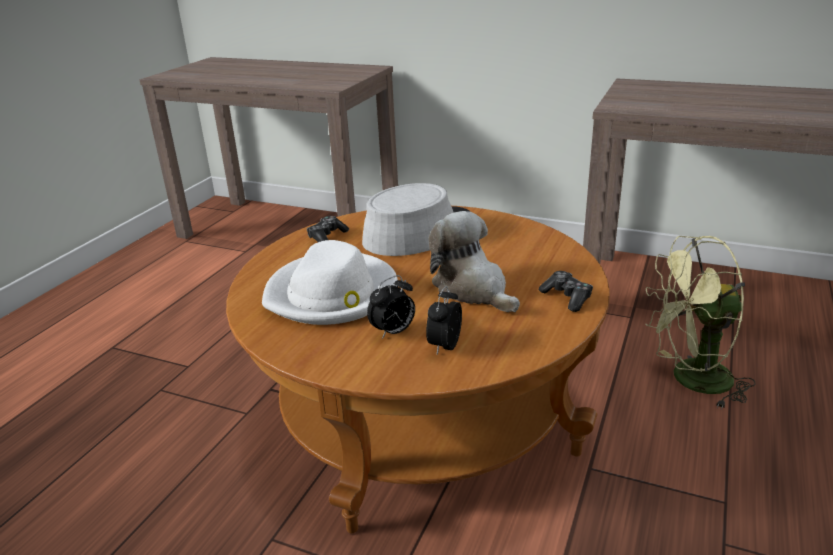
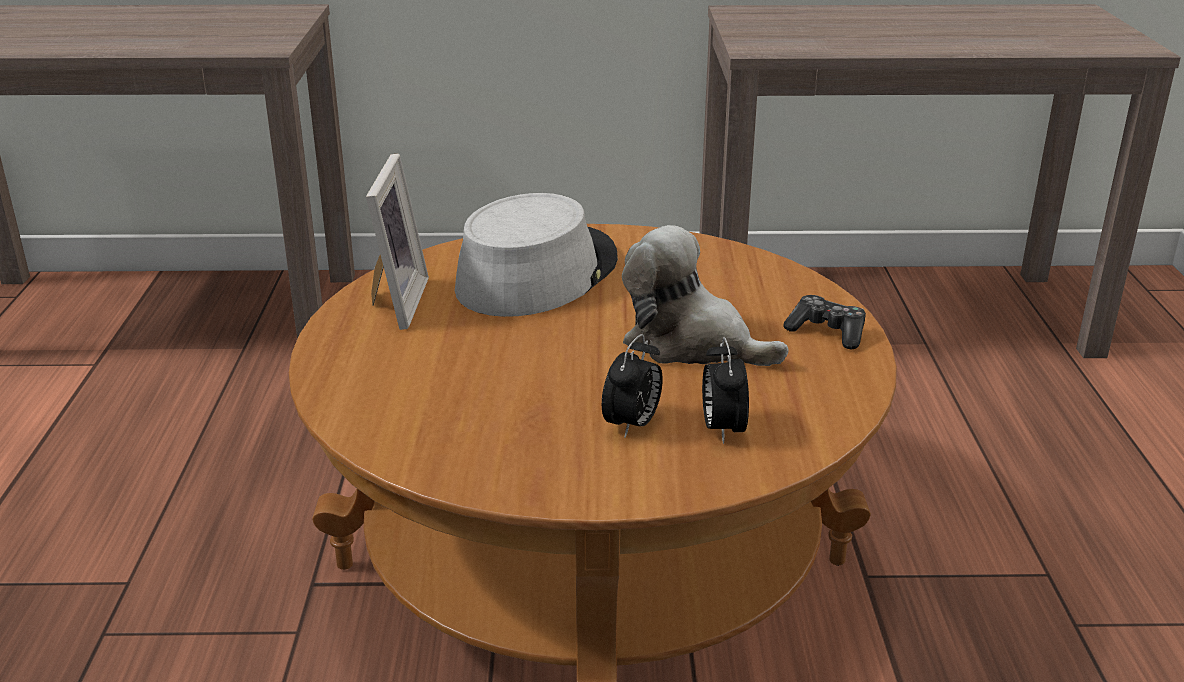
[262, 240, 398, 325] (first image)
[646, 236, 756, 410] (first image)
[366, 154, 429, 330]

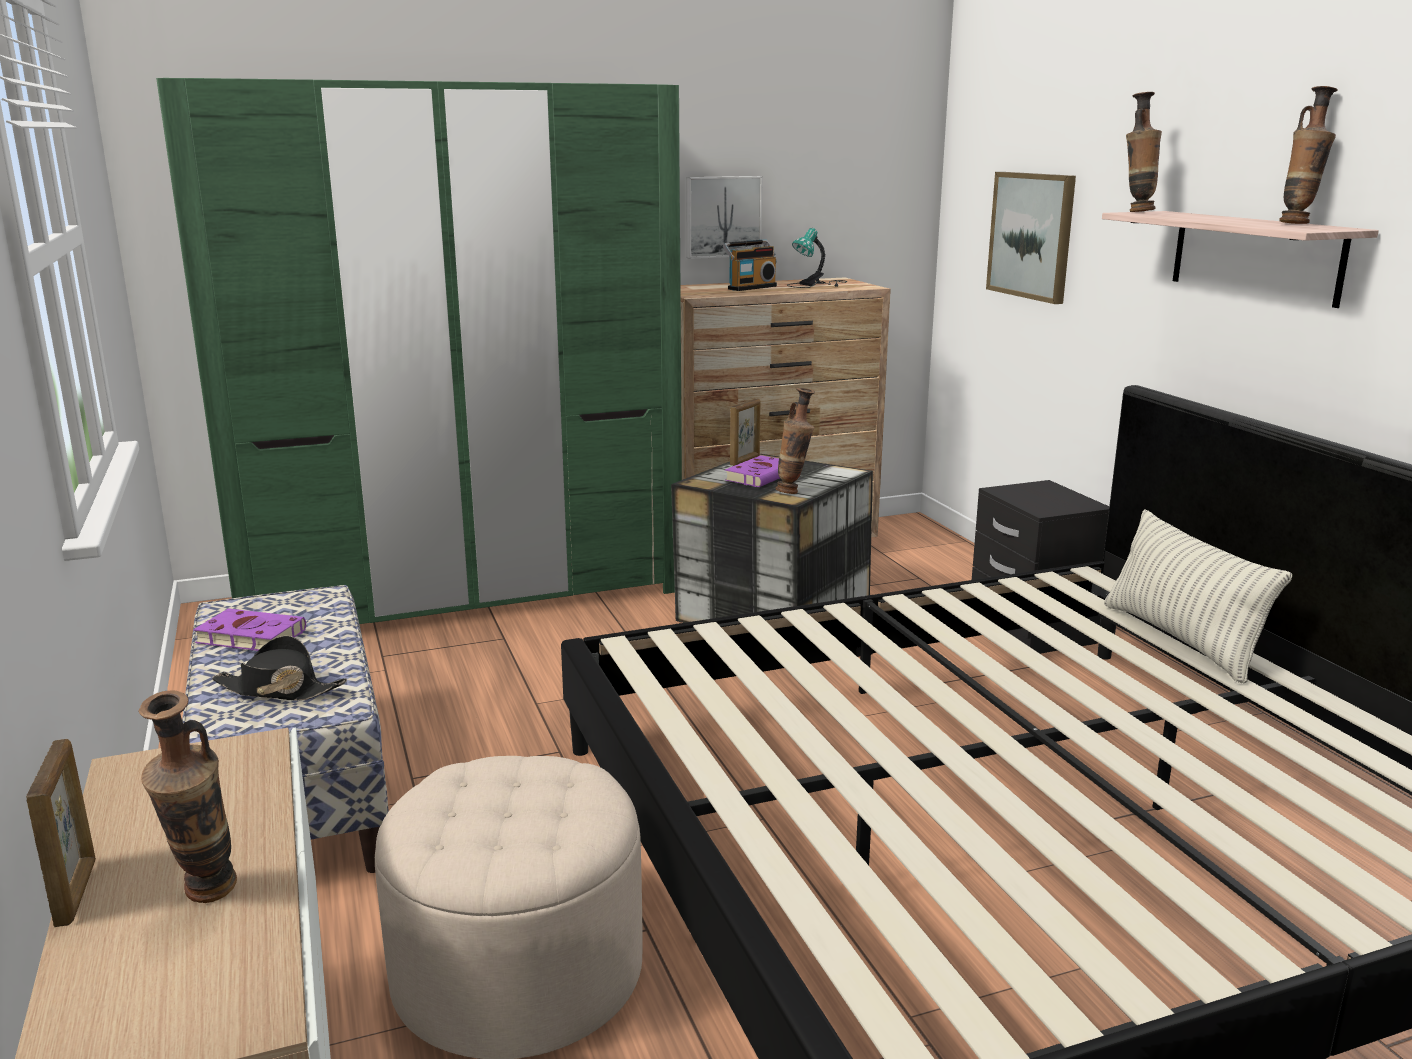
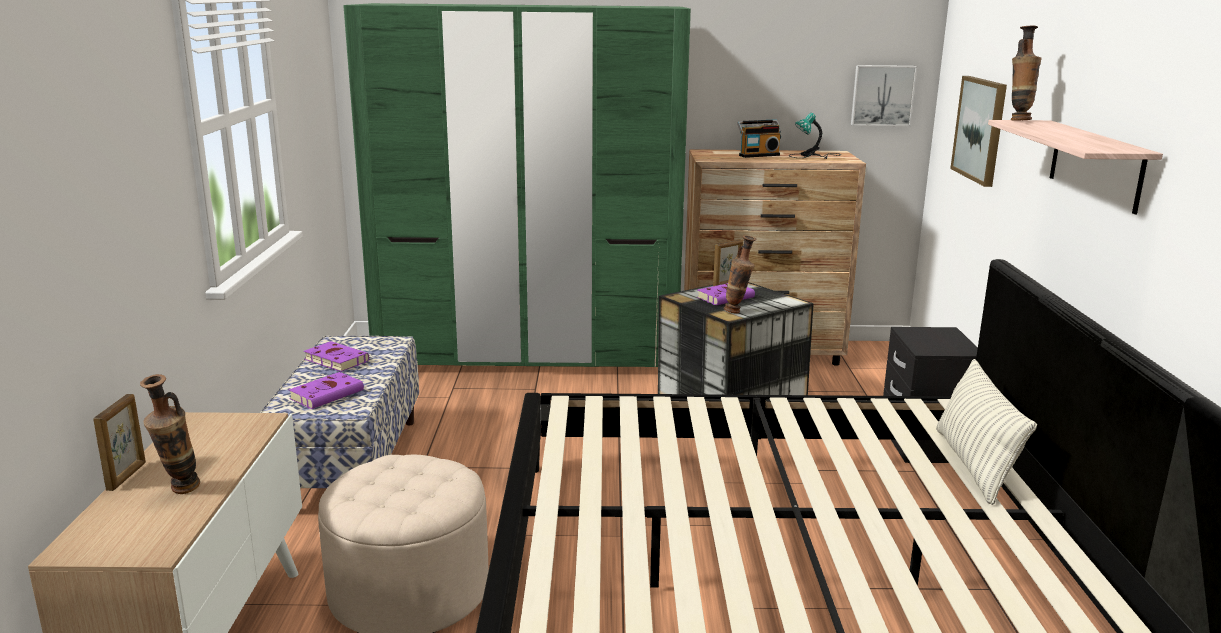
[1279, 86, 1338, 224] (first image)
[851, 65, 917, 126]
[289, 372, 364, 409]

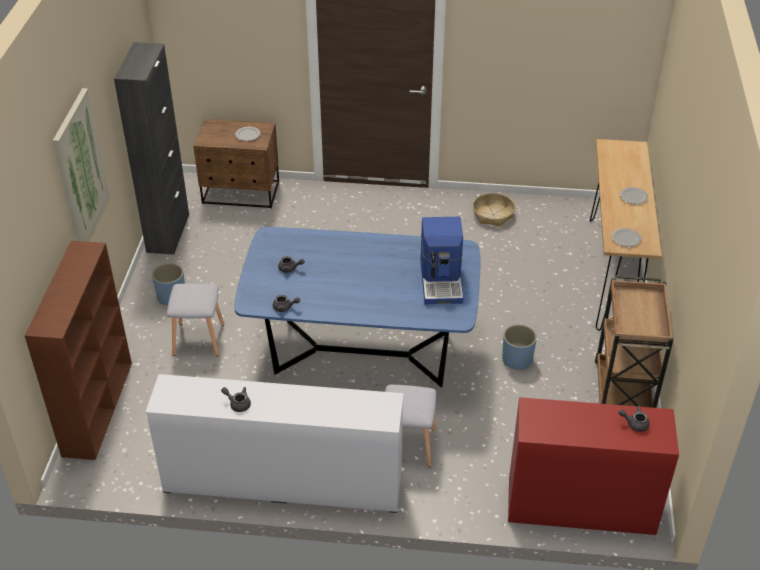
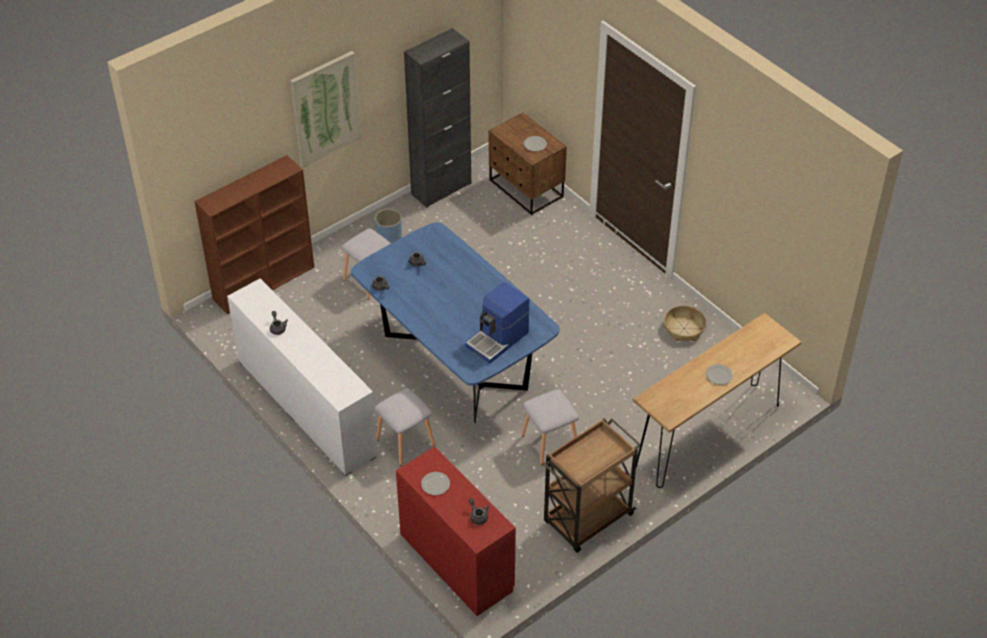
[421, 472, 450, 495]
[521, 389, 579, 465]

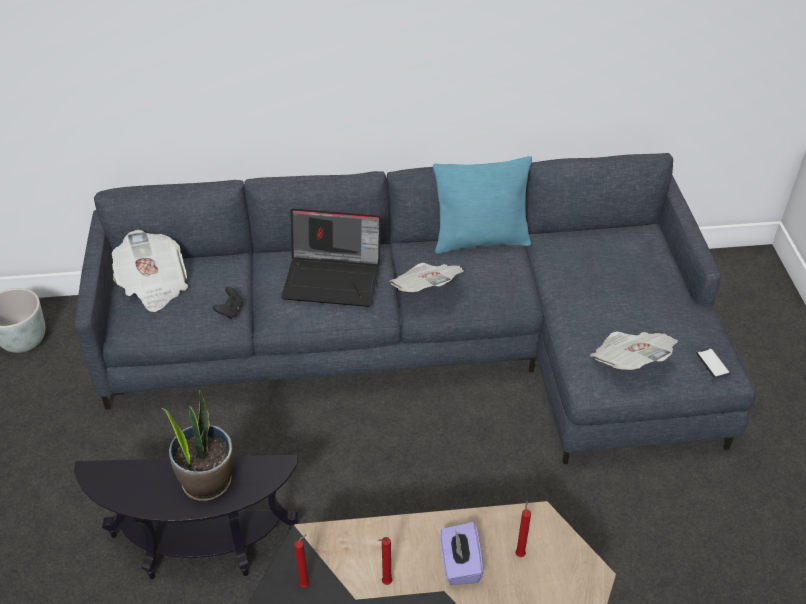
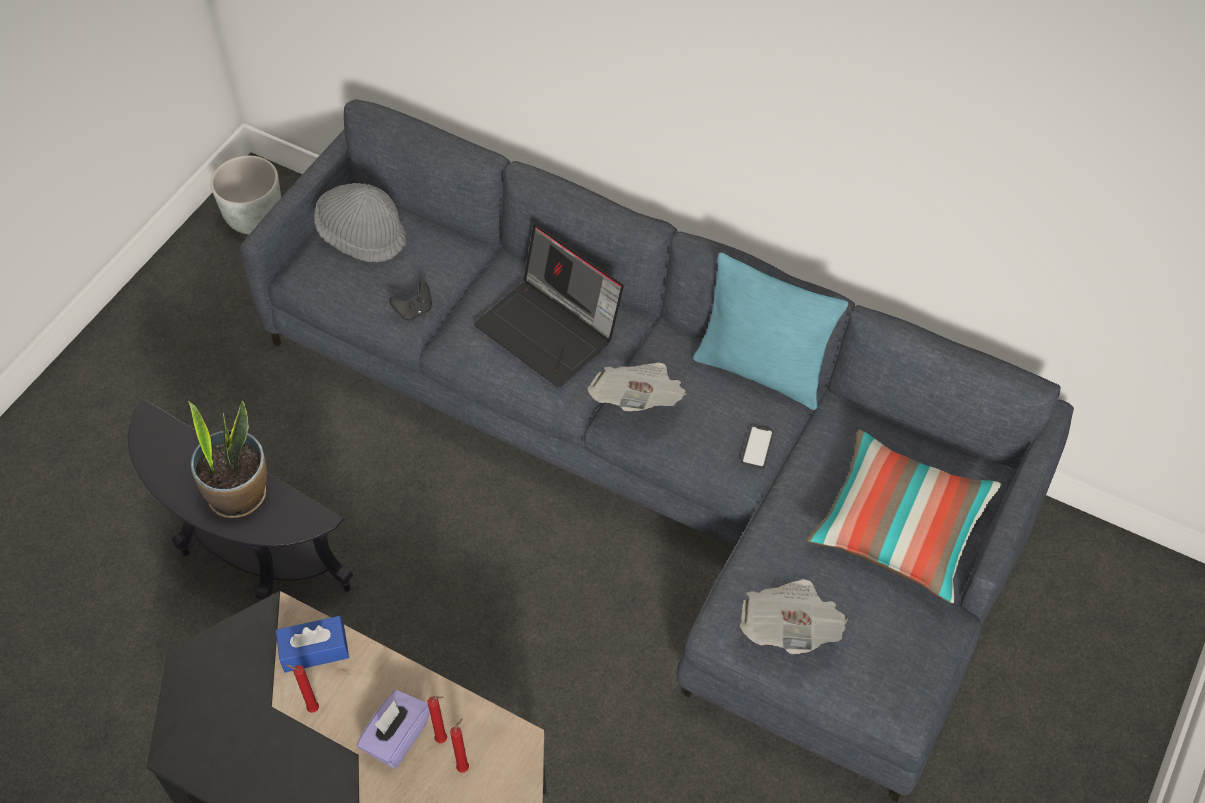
[275, 616, 349, 673]
[807, 429, 1002, 604]
[428, 696, 447, 743]
[741, 425, 774, 469]
[314, 183, 406, 262]

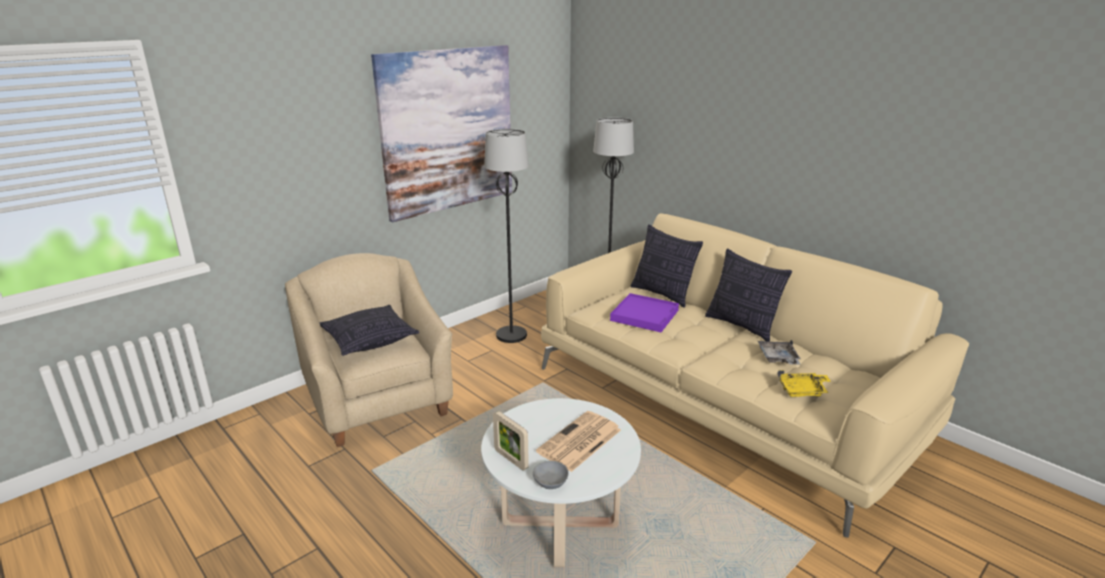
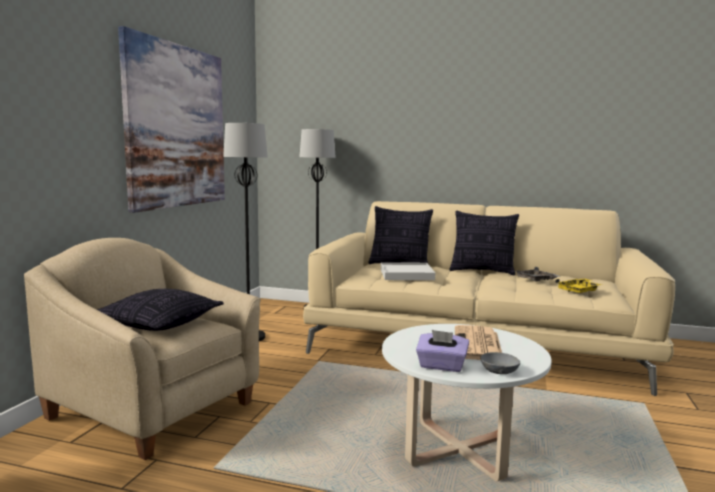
[416, 330, 469, 372]
[381, 262, 435, 280]

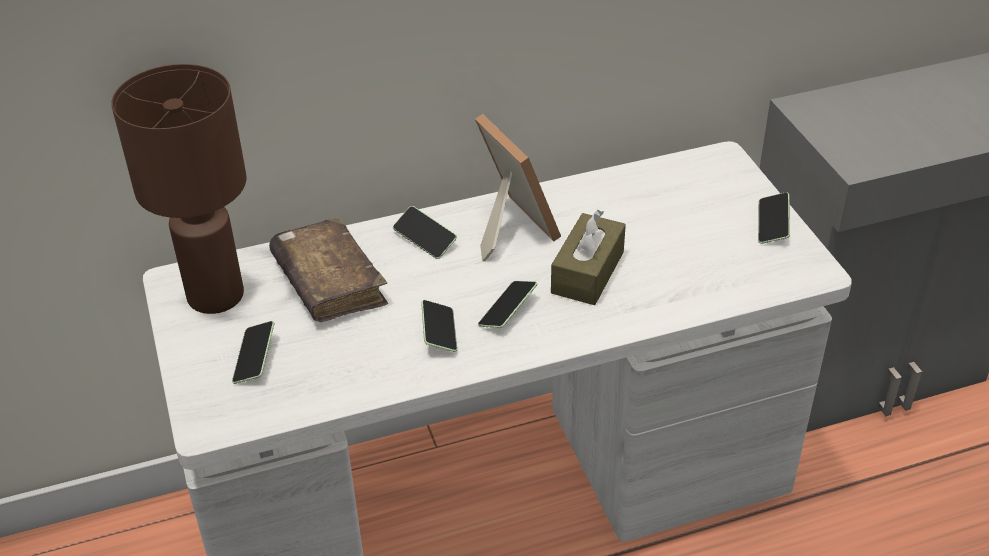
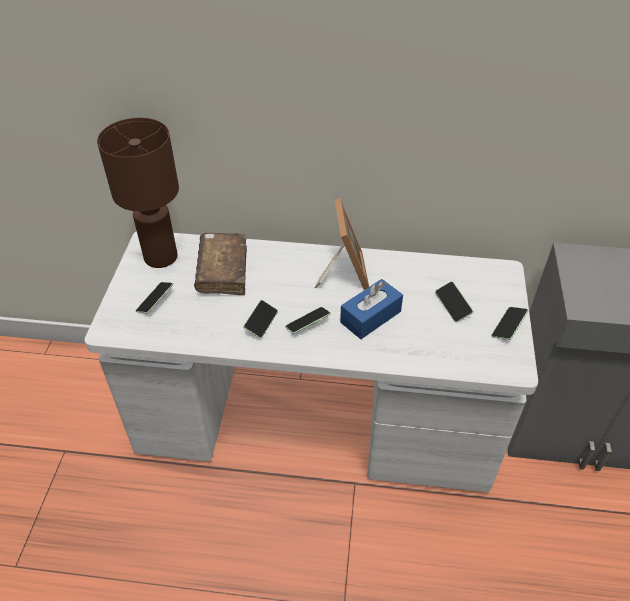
[435, 281, 473, 322]
[340, 279, 403, 339]

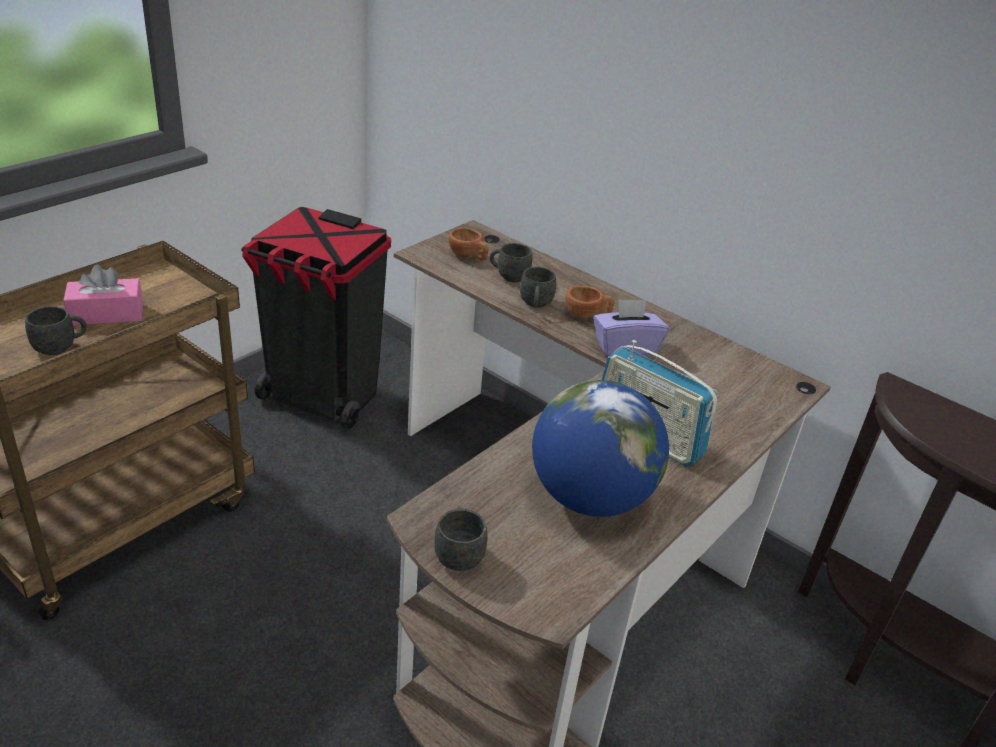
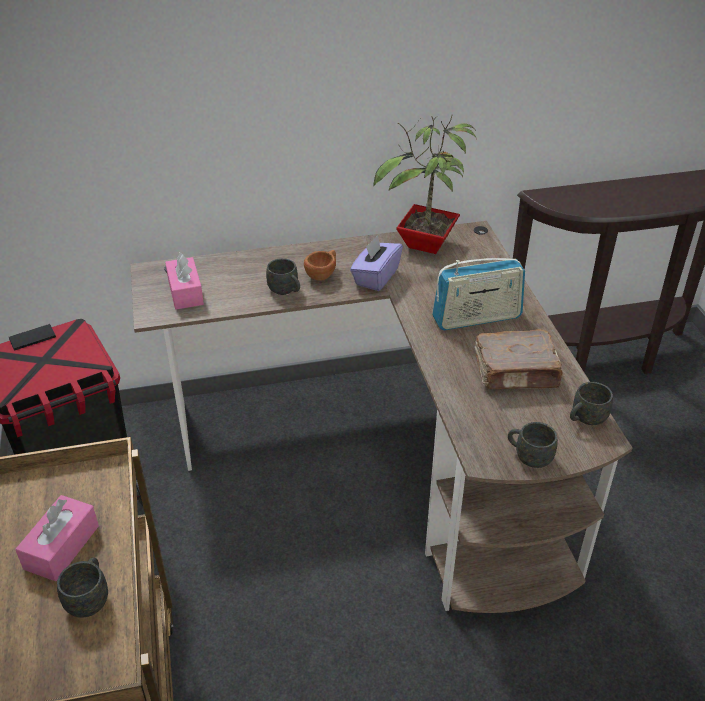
[373, 115, 476, 254]
[570, 382, 613, 425]
[165, 252, 204, 310]
[475, 329, 564, 389]

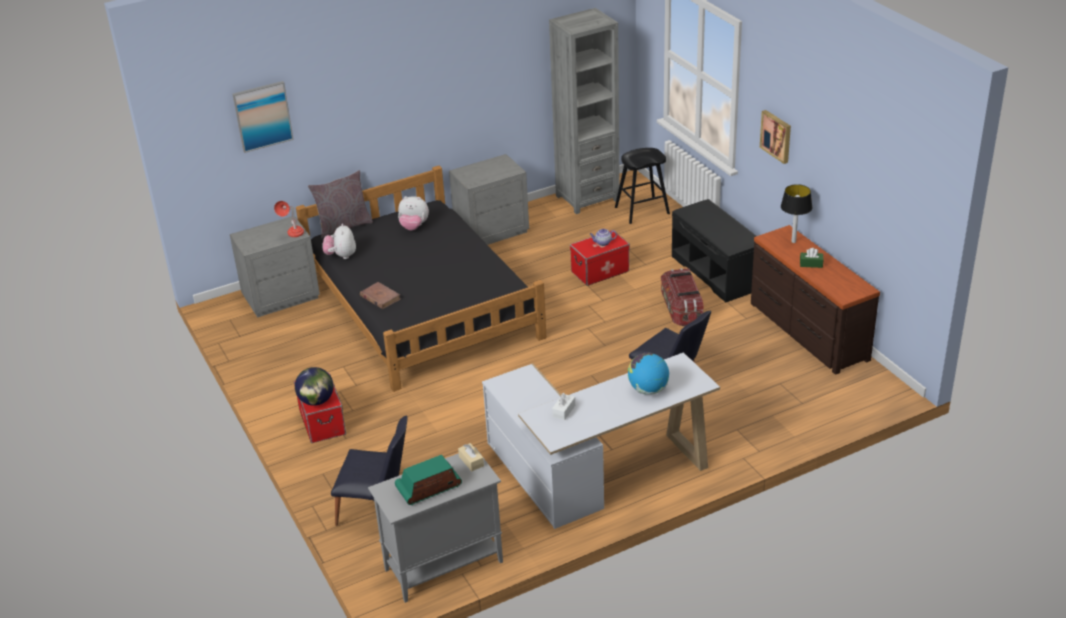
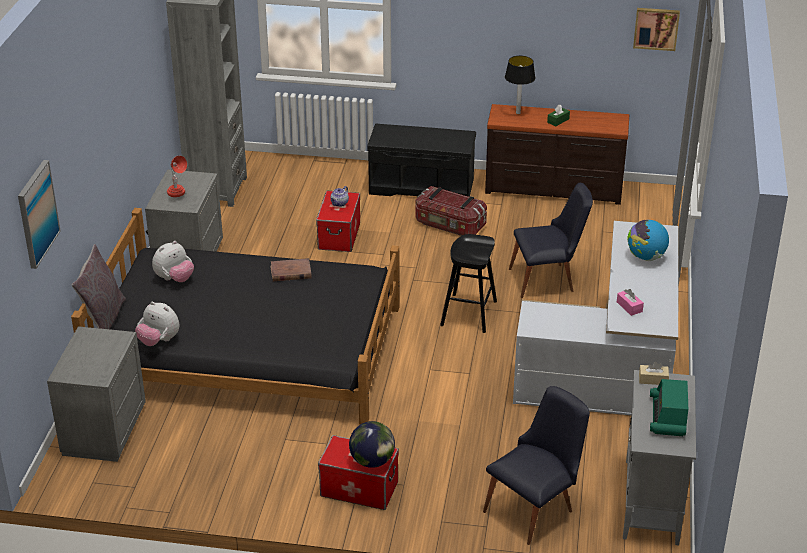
[167, 156, 187, 197]
[270, 258, 312, 281]
[440, 234, 497, 333]
[633, 8, 680, 51]
[617, 289, 644, 316]

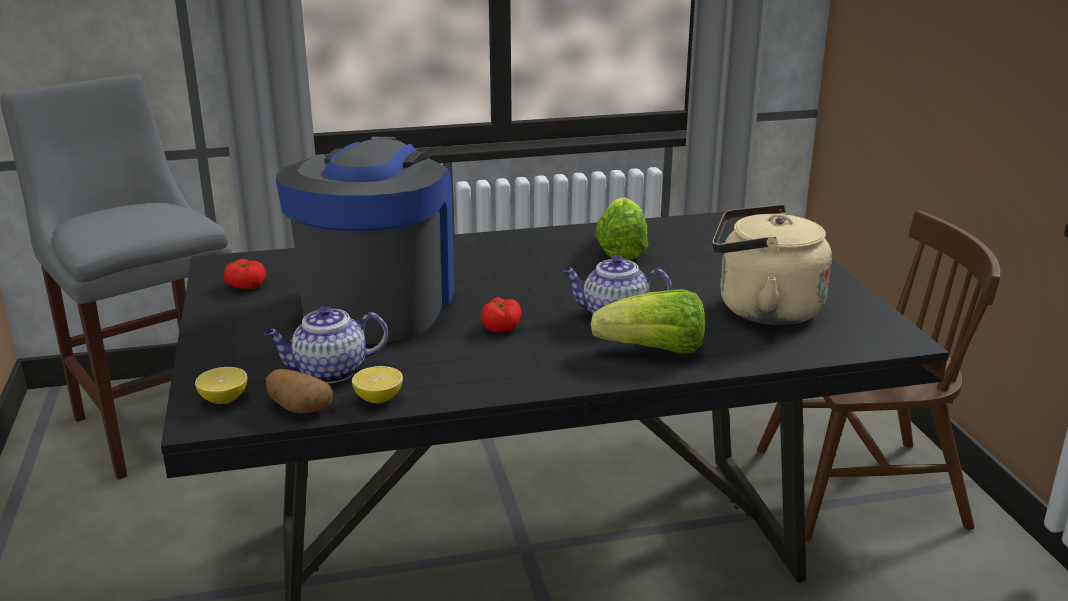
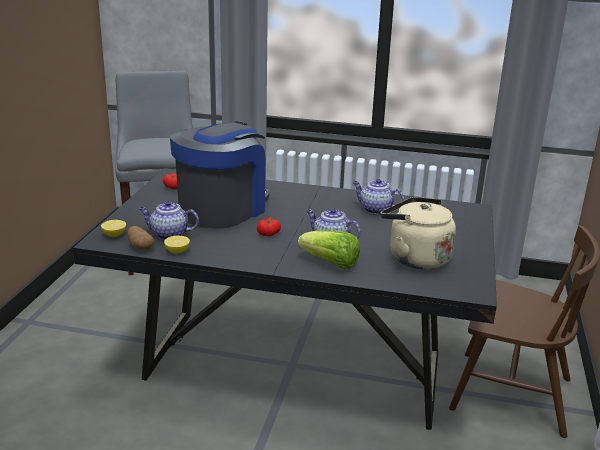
[353, 179, 404, 214]

